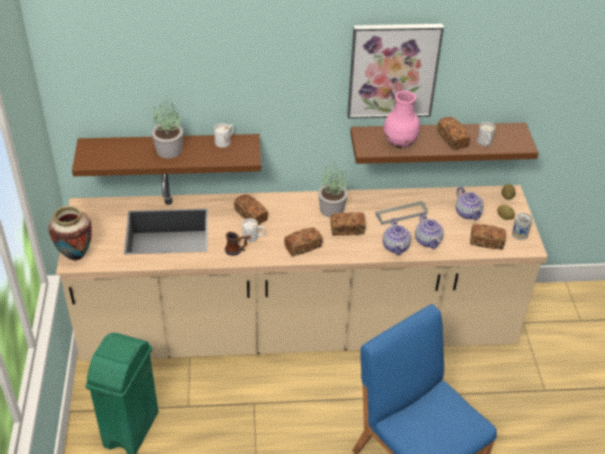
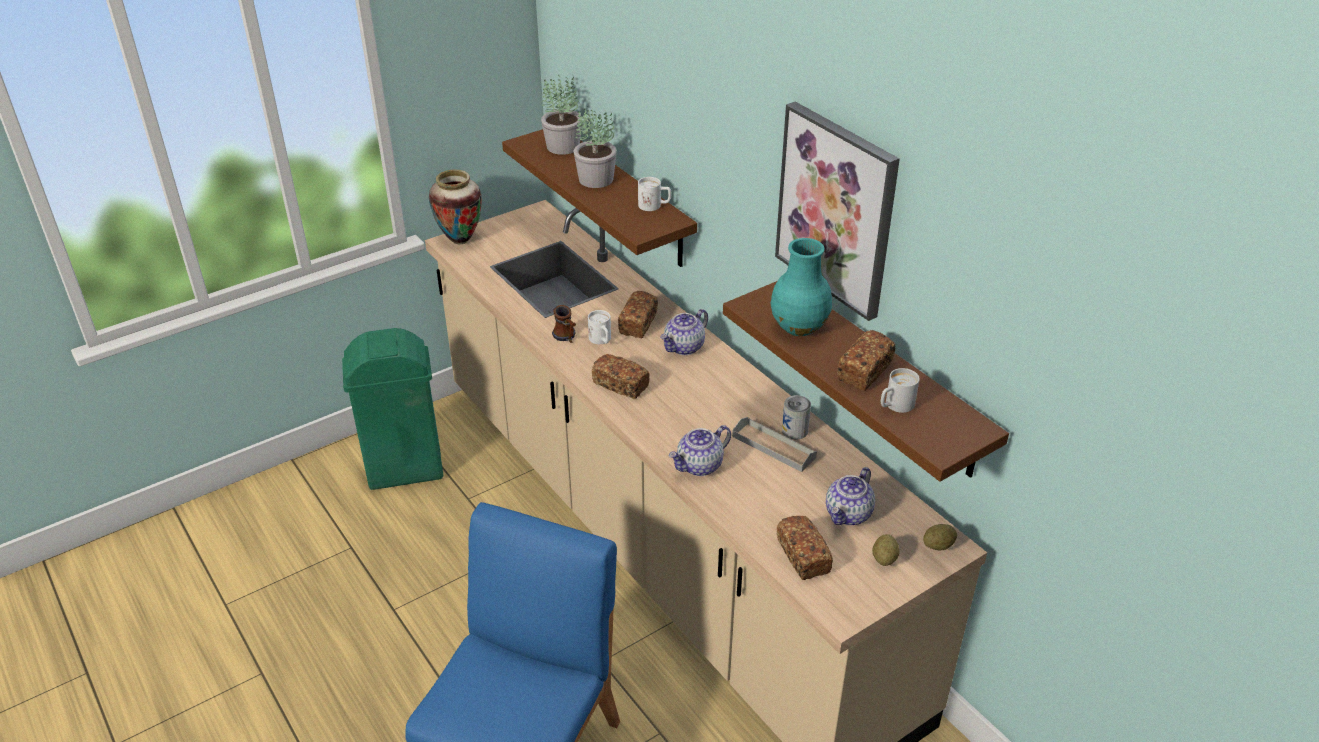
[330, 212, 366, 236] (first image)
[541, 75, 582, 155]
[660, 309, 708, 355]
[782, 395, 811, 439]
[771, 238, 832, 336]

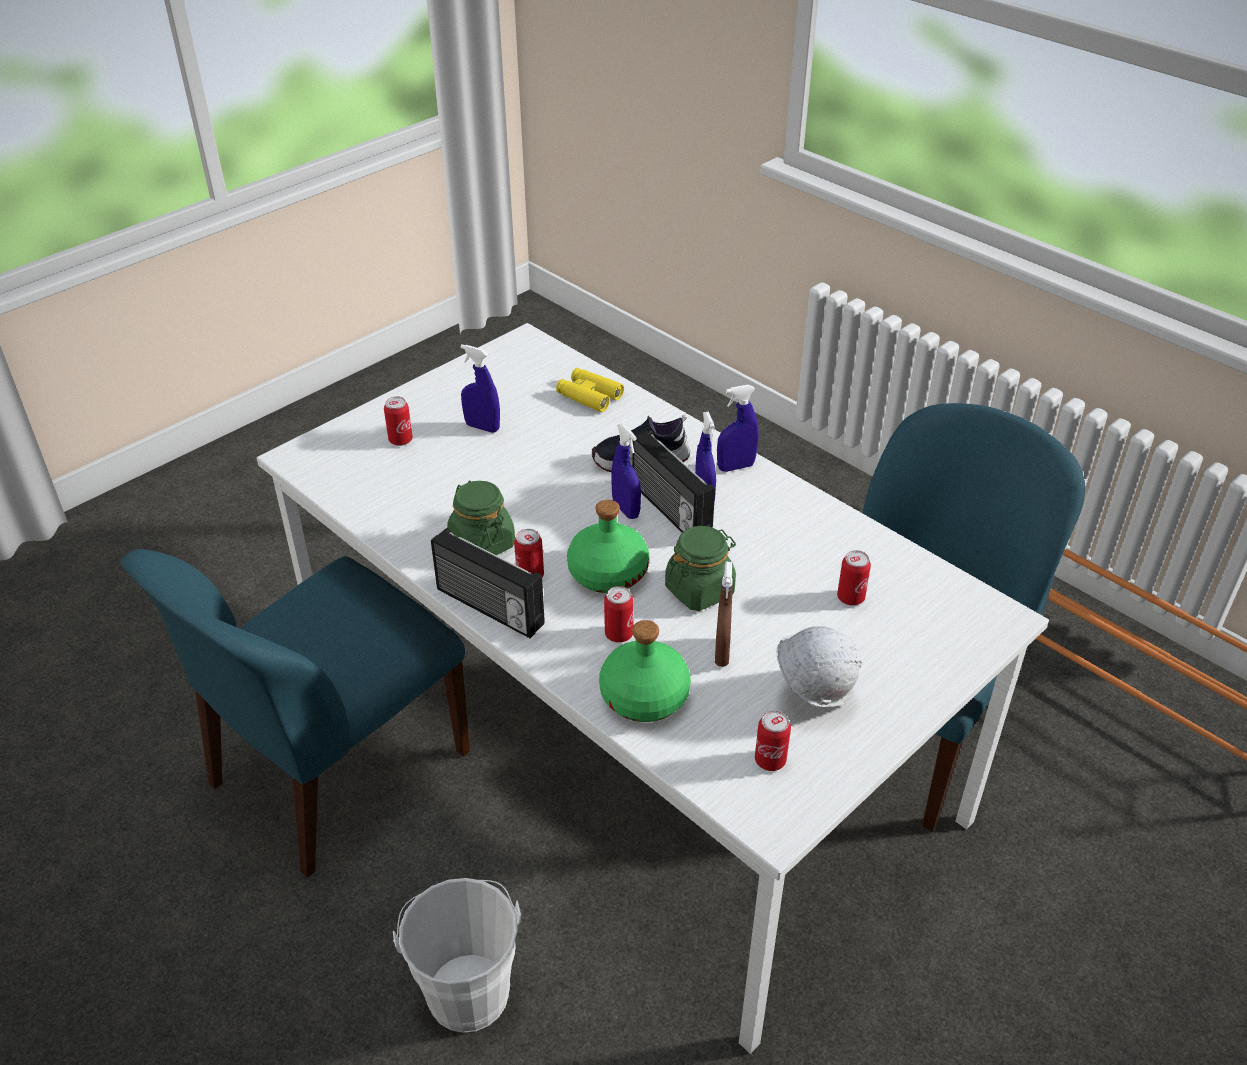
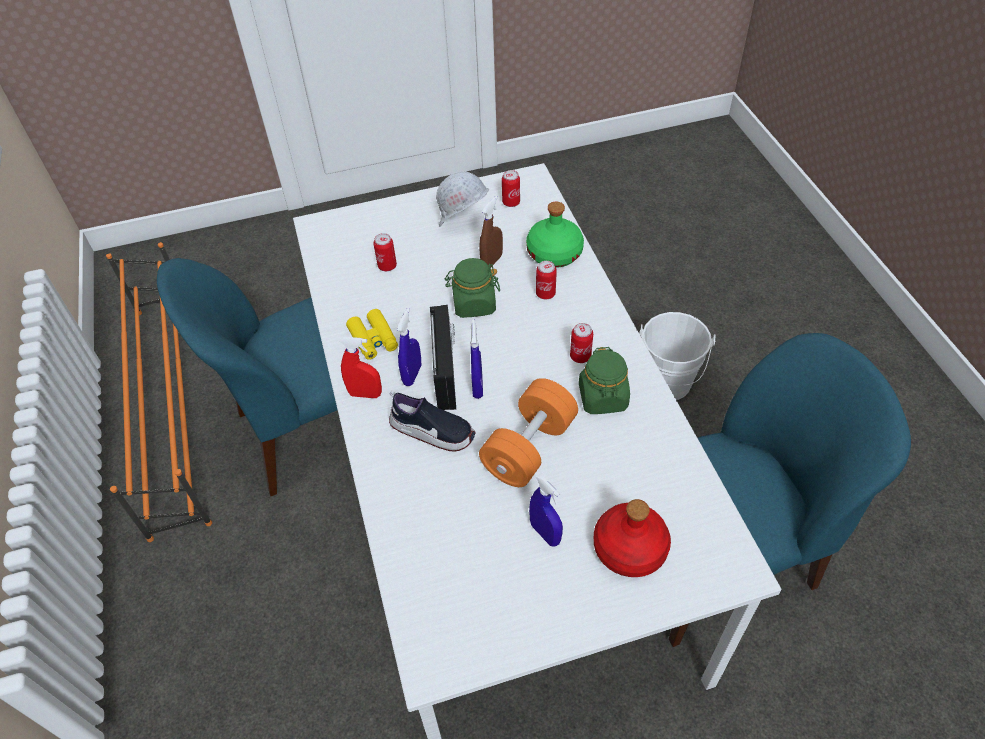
[431, 528, 545, 638] (first image)
[567, 500, 649, 593] (first image)
[479, 378, 578, 487]
[346, 309, 398, 360]
[594, 499, 671, 577]
[340, 337, 382, 398]

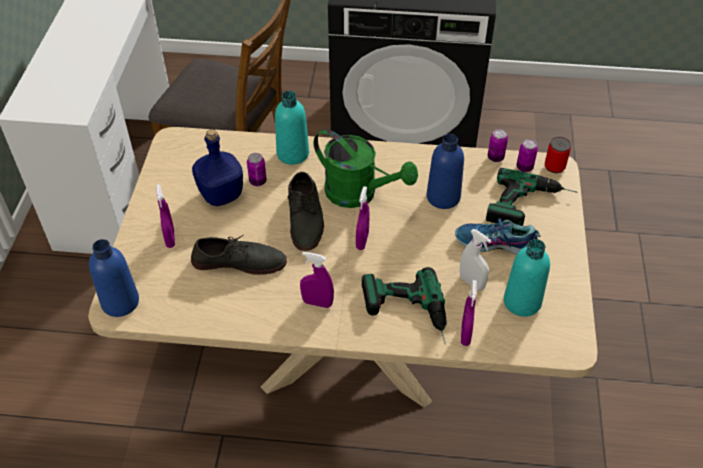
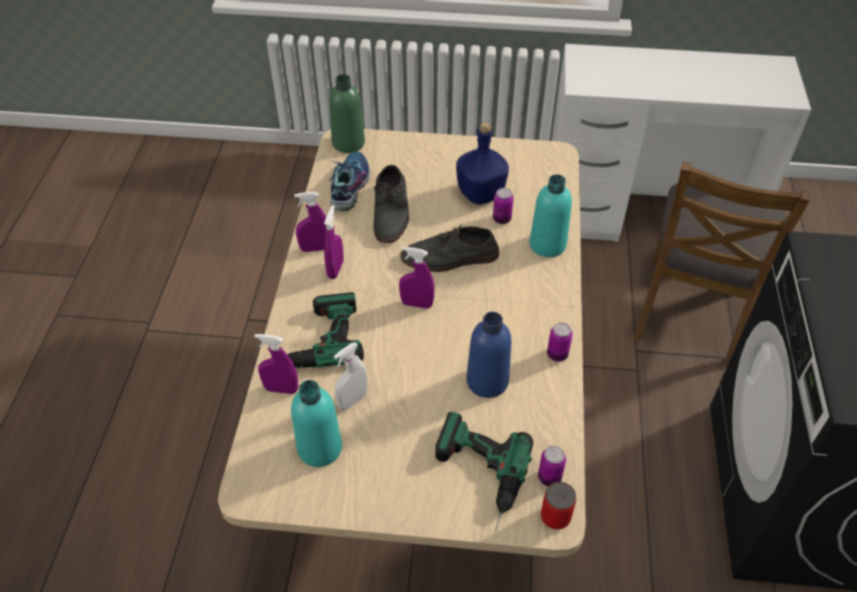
[314, 129, 418, 208] (first image)
[294, 192, 326, 252]
[329, 151, 370, 211]
[547, 323, 573, 362]
[329, 74, 365, 153]

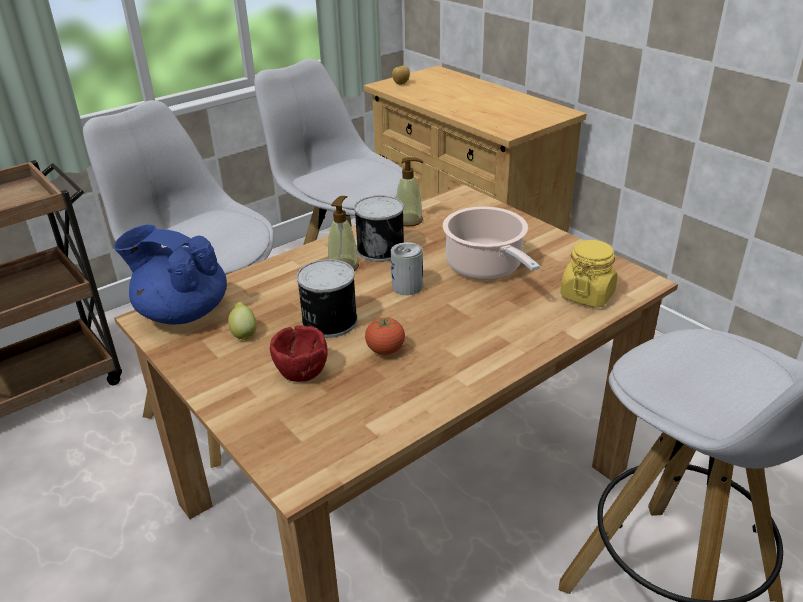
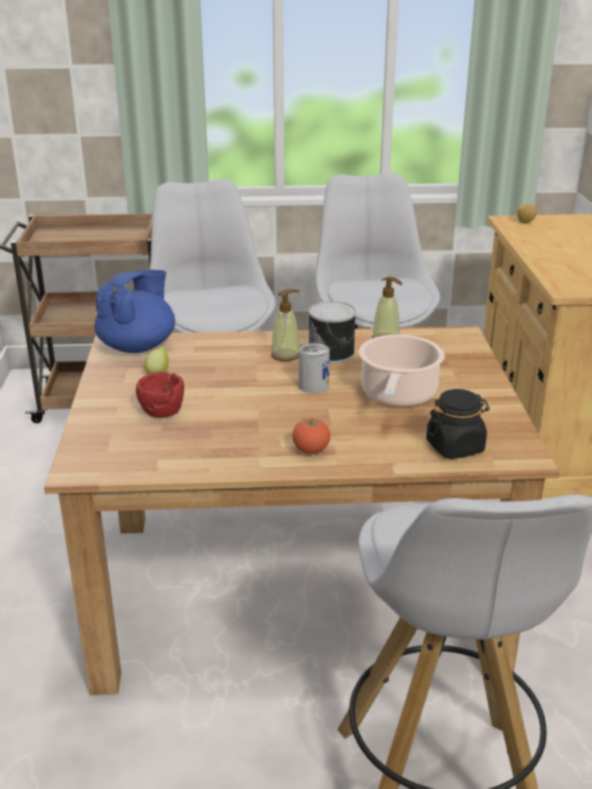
[297, 259, 358, 338] (first image)
[292, 417, 330, 454]
[426, 389, 490, 459]
[94, 270, 175, 353]

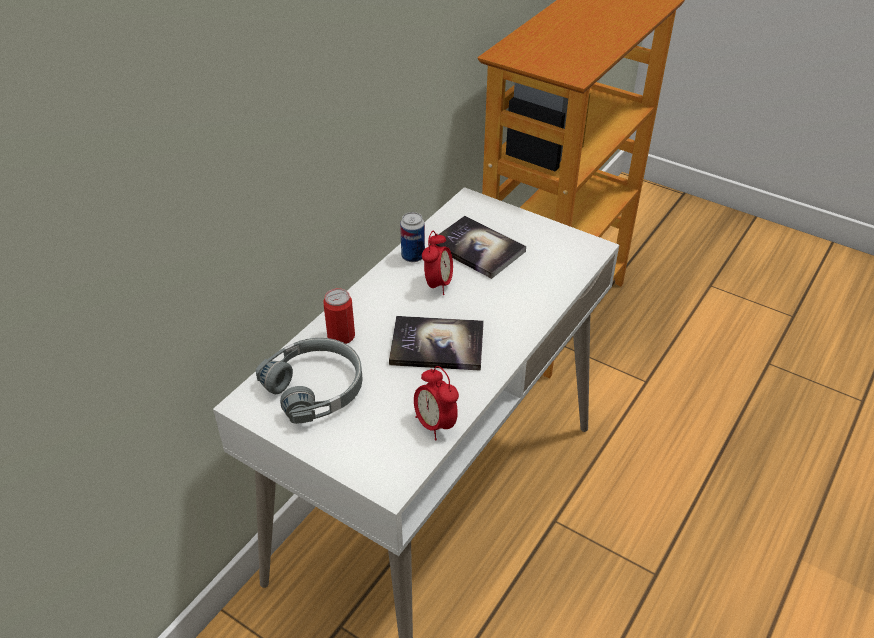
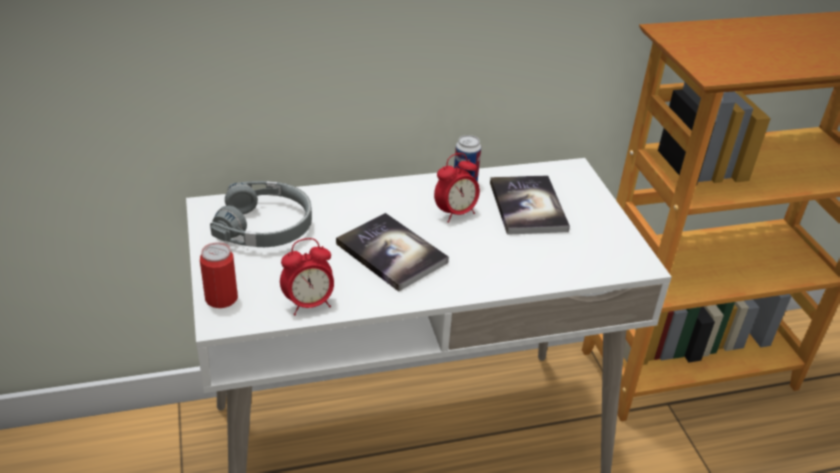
[200, 242, 238, 308]
[280, 238, 334, 315]

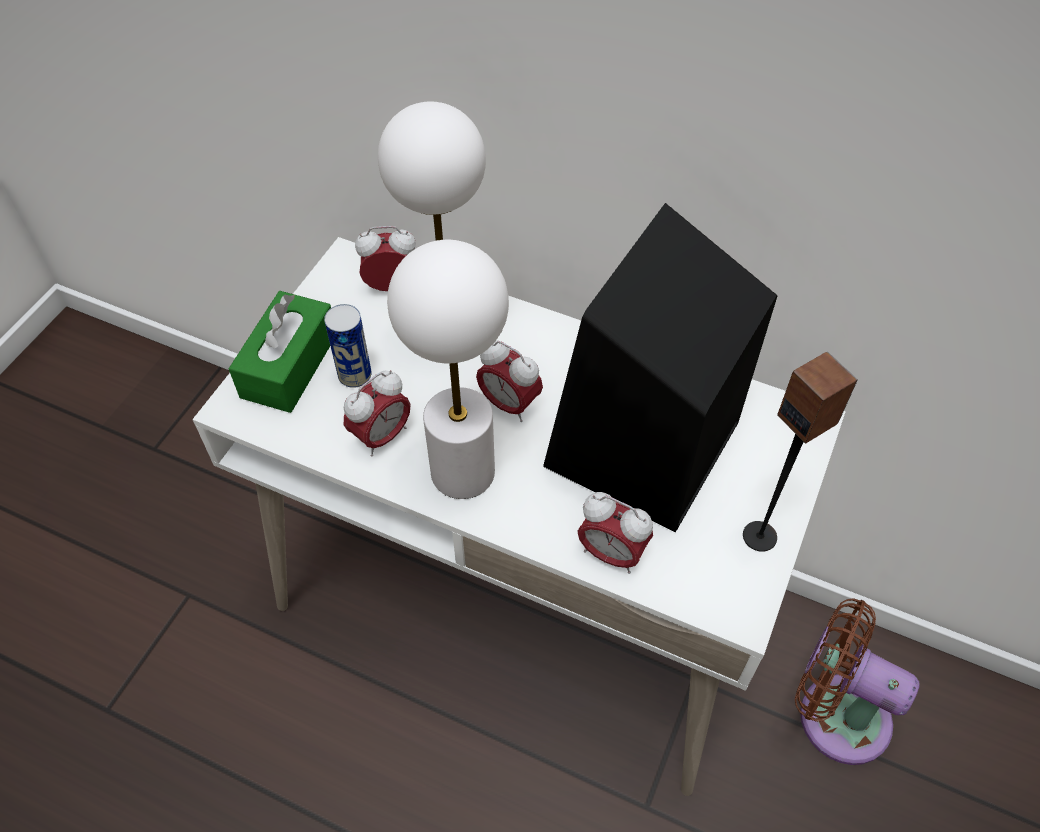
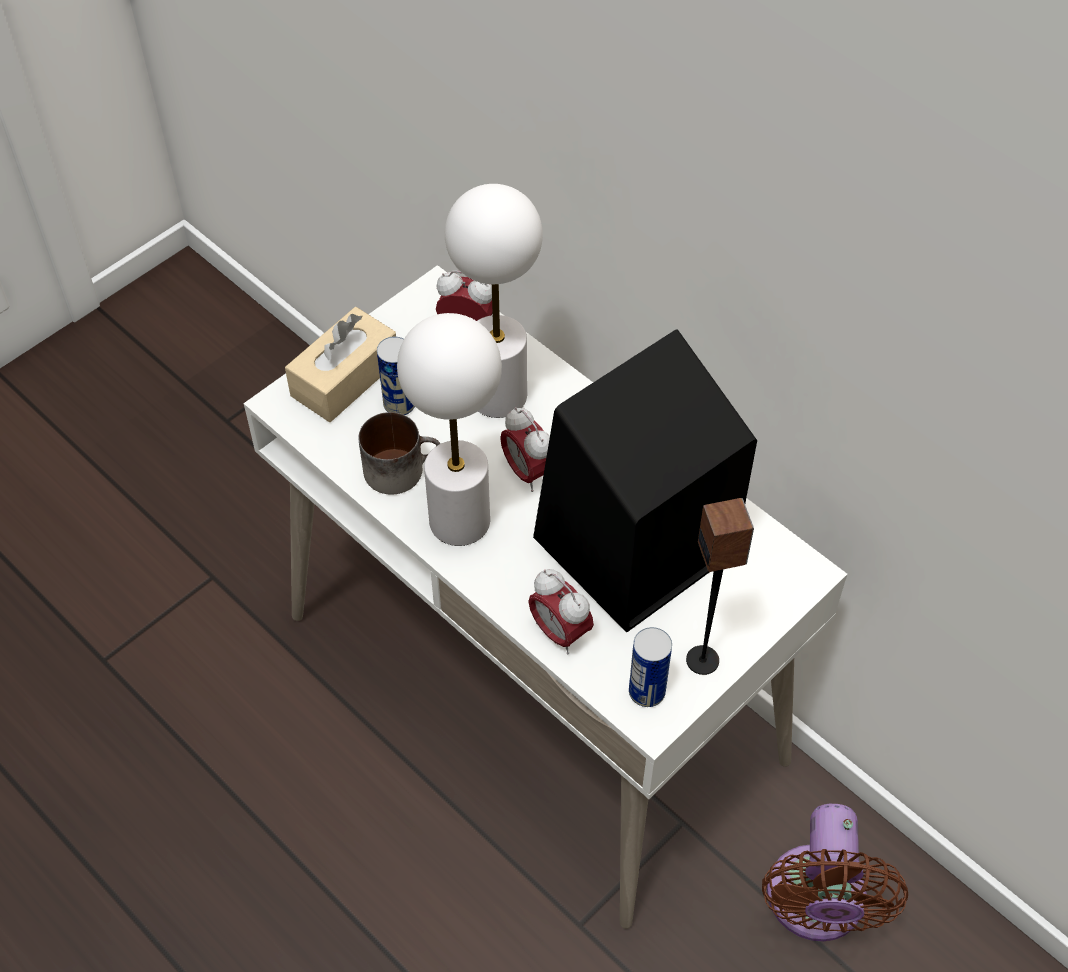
[629, 627, 672, 707]
[358, 412, 440, 495]
[285, 307, 396, 422]
[762, 804, 908, 942]

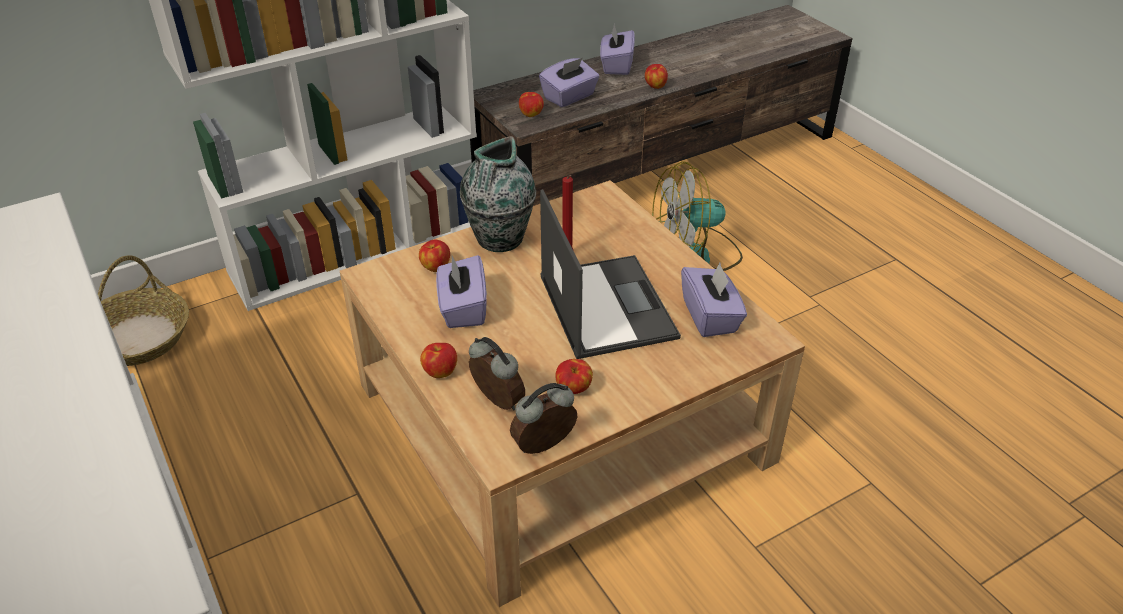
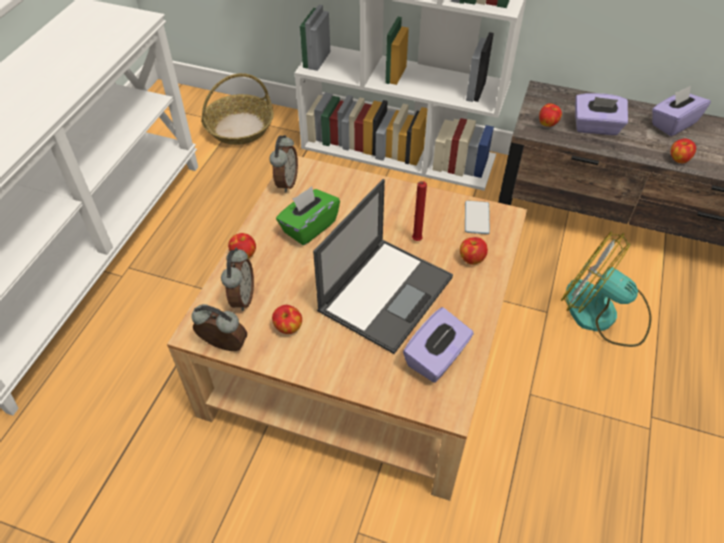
[460, 136, 536, 252] (first image)
[270, 135, 298, 193]
[465, 201, 490, 234]
[460, 237, 488, 265]
[276, 186, 340, 245]

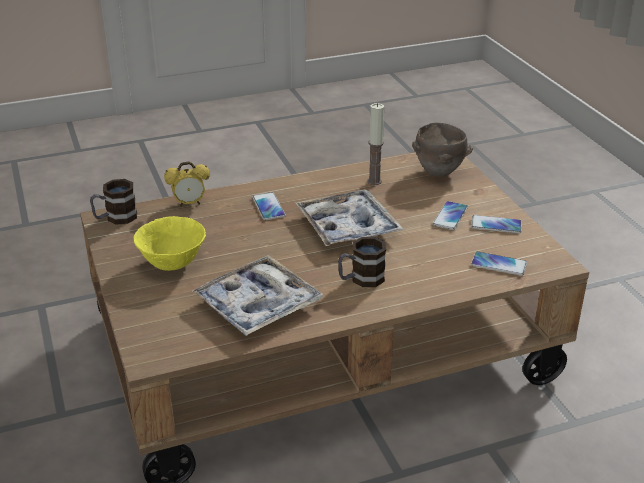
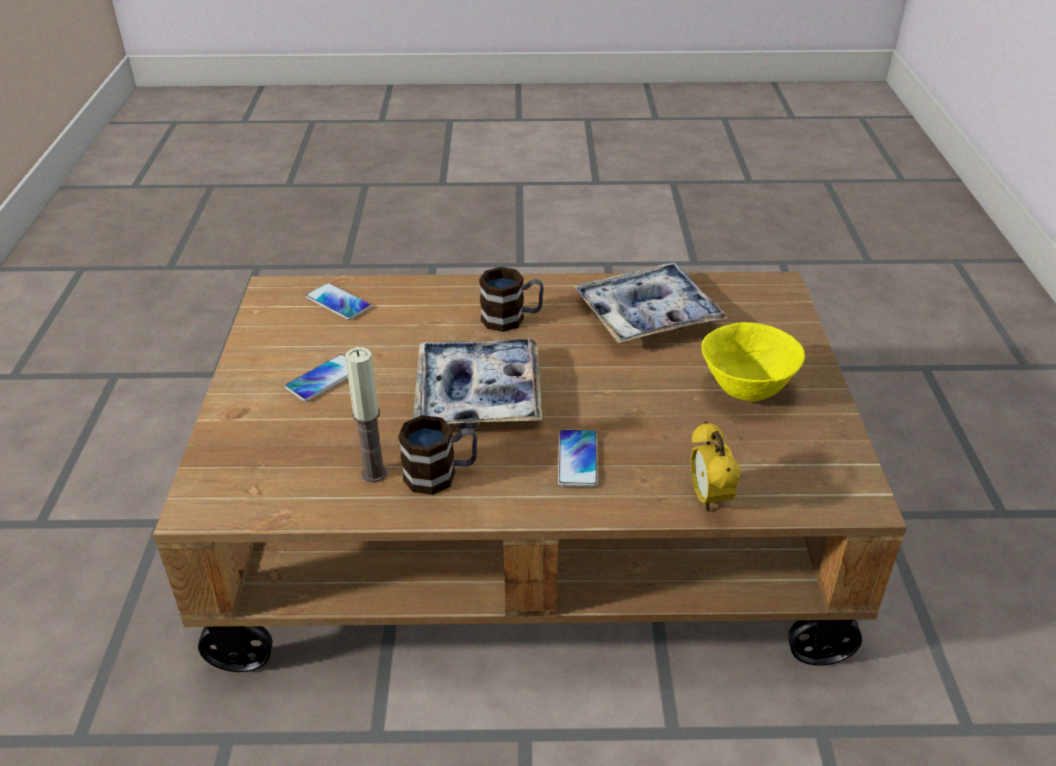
[412, 123, 473, 177] (first image)
[471, 215, 522, 233] (first image)
[398, 415, 477, 495]
[691, 421, 741, 512]

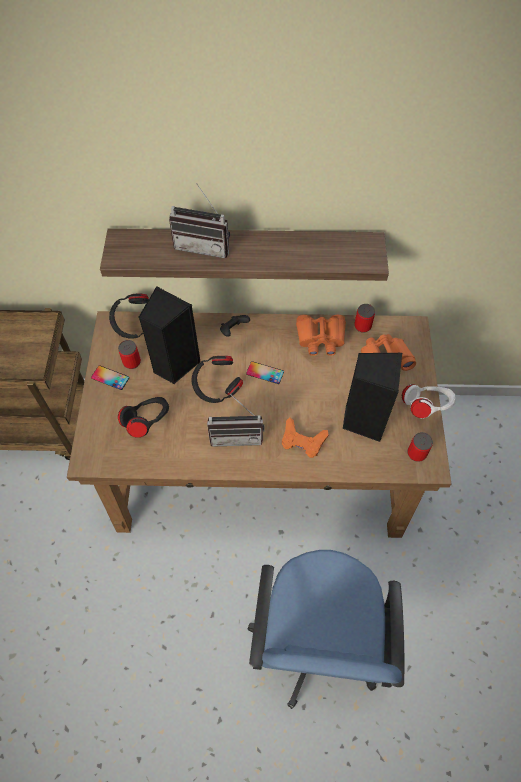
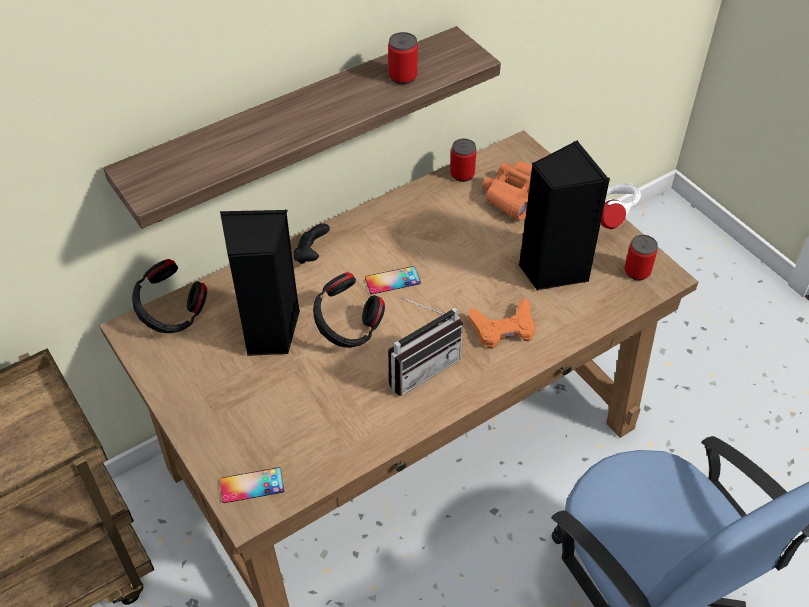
[118, 397, 169, 438] (first image)
[169, 183, 230, 258] (first image)
[296, 315, 346, 356] (first image)
[220, 467, 284, 503]
[388, 32, 418, 85]

